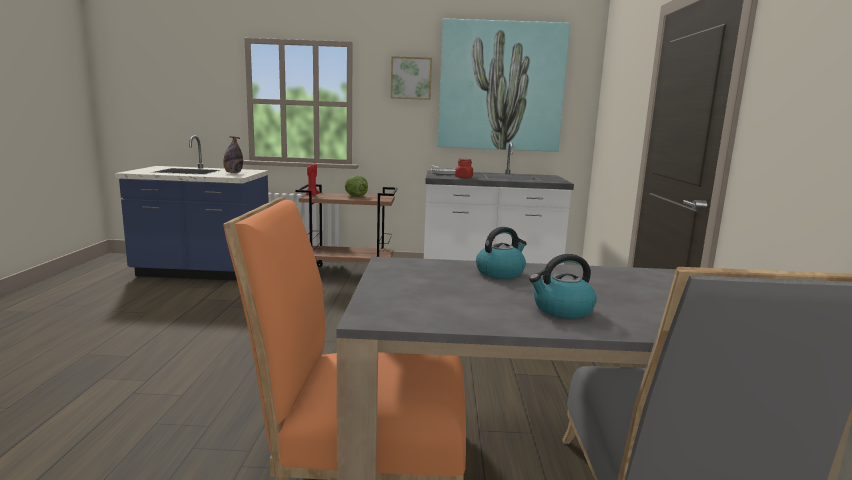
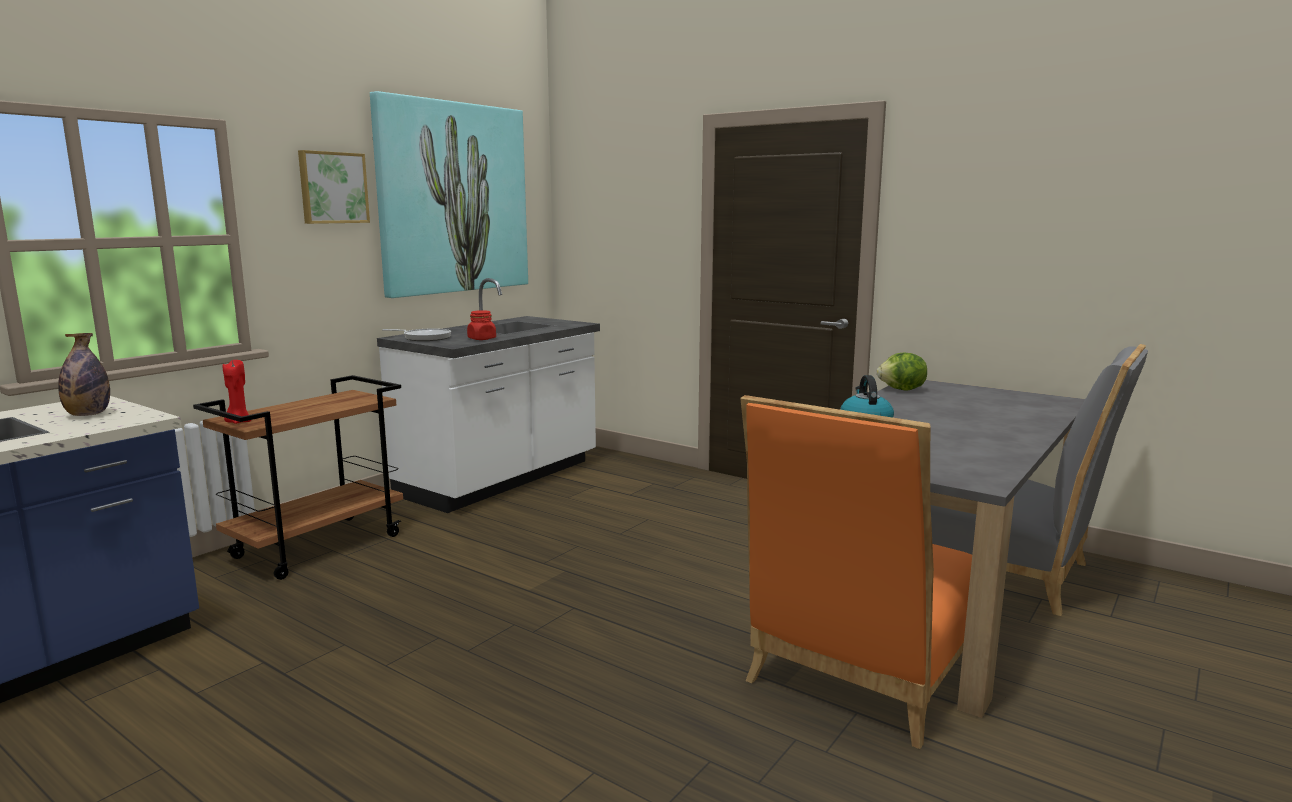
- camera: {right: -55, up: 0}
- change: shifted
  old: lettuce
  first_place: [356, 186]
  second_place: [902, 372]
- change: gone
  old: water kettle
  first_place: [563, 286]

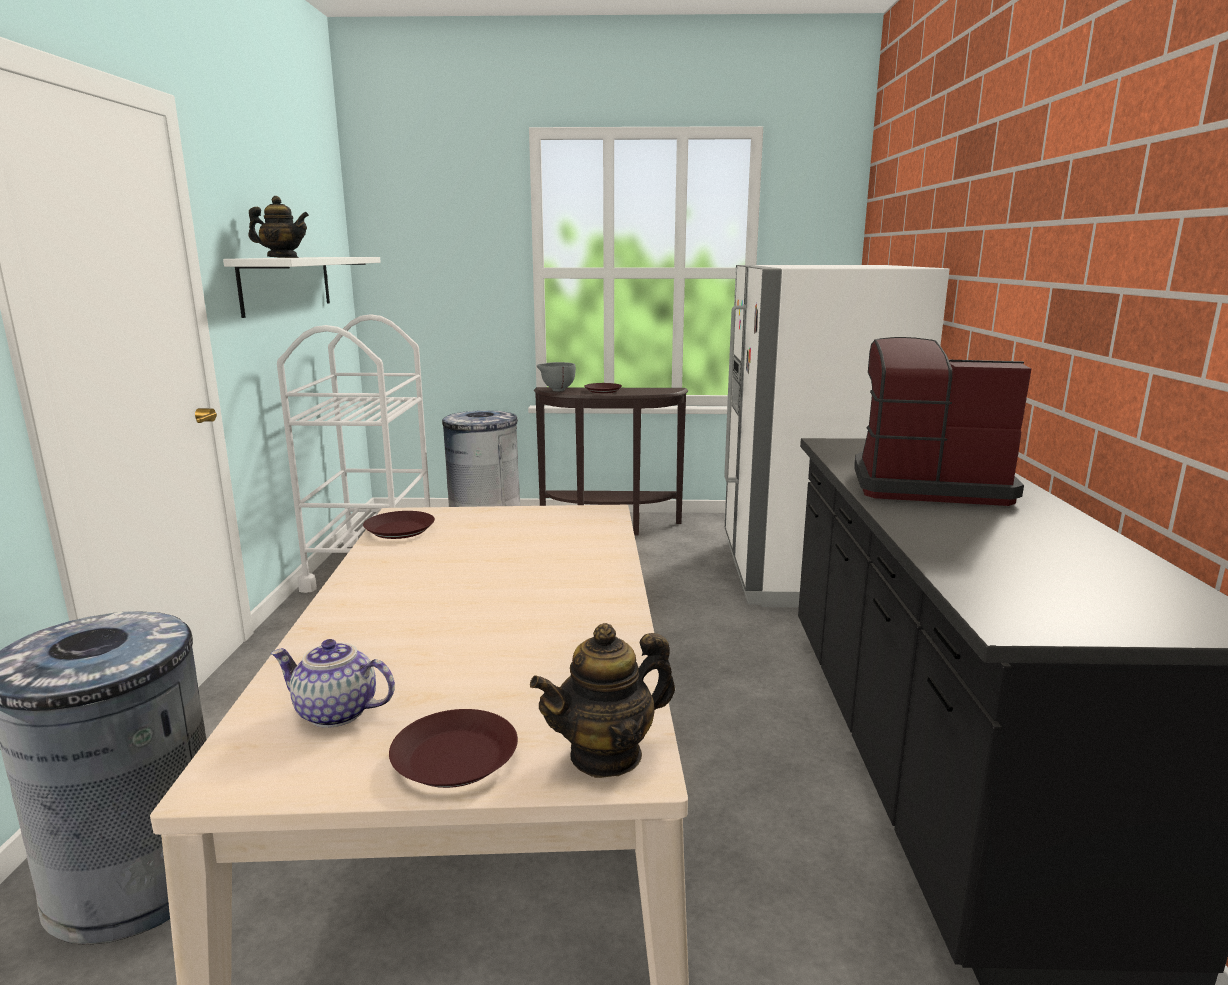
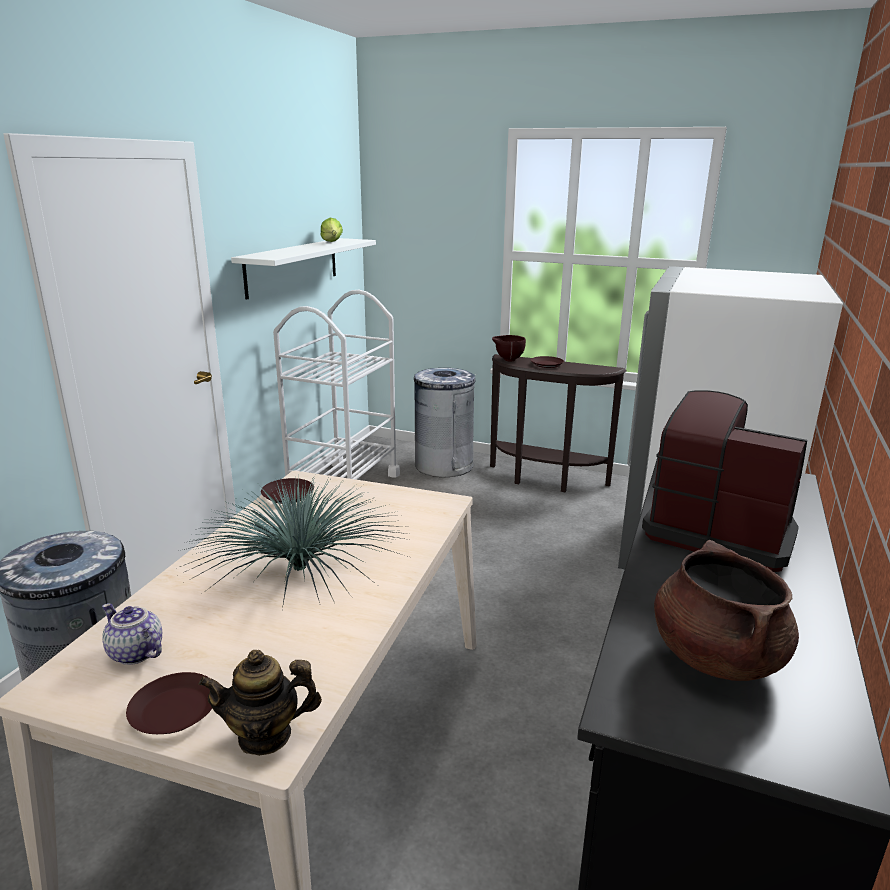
- camera: {right: 20, up: 5}
- change: new
  new: plant in a pot
  second_place: [296, 543]
- change: new
  new: lettuce
  second_place: [331, 230]
- change: repainted
  old: gray serving bowl
  new: brownish serving bowl
  first_place: [556, 376]
  second_place: [509, 348]
- change: new
  new: brownish stockpot
  second_place: [726, 610]
- change: gone
  old: teapot
  first_place: [278, 227]

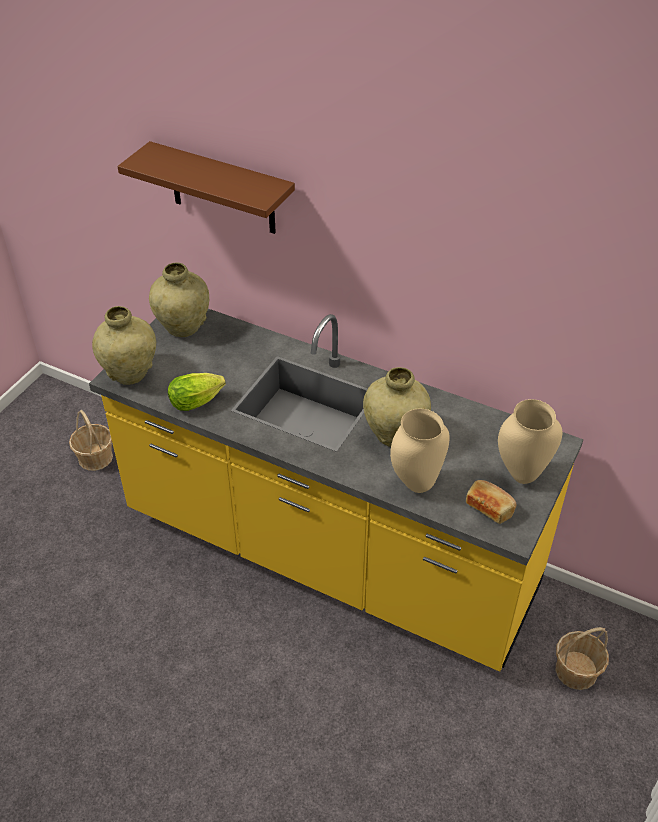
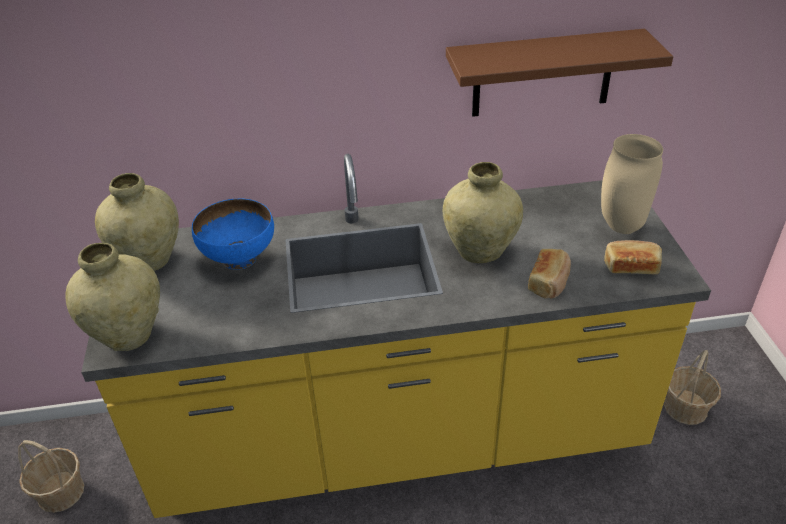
- camera: {right: -35, up: -5}
- change: new
  new: blue-coloured serving bowl
  second_place: [233, 234]
- change: shifted
  old: brownish shelf
  first_place: [206, 187]
  second_place: [559, 73]
- change: swapped
  old: beige flower vase
  new: bread
  first_place: [420, 451]
  second_place: [549, 274]
- change: gone
  old: lettuce
  first_place: [197, 392]

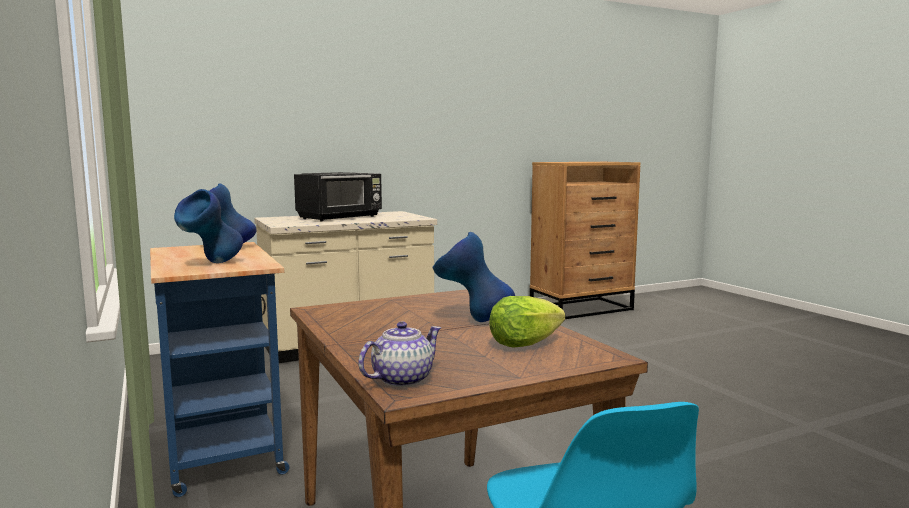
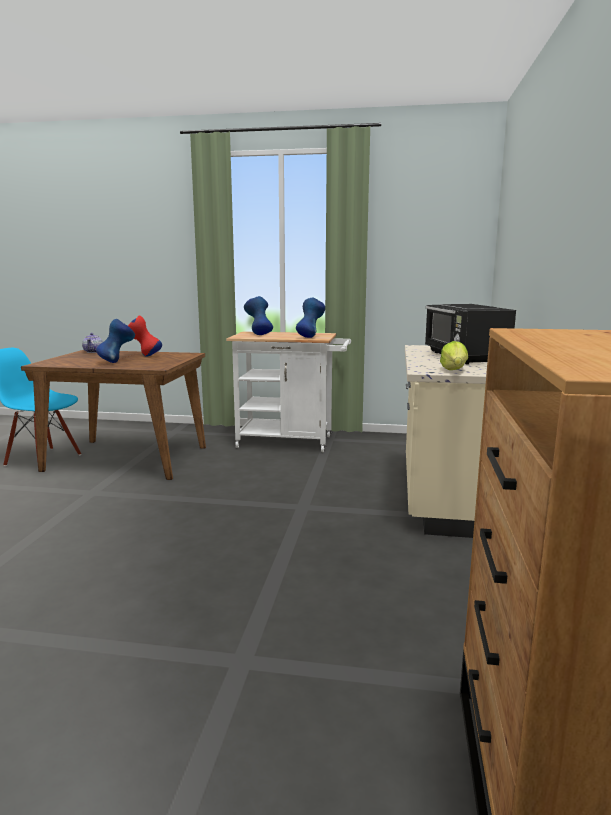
- camera: {right: 125, up: 5}
- change: new
  new: reddish flower vase
  second_place: [145, 336]
- change: repainted
  old: blue-coloured trolley
  new: white-coloured trolley
  first_place: [219, 369]
  second_place: [288, 391]
- change: shifted
  old: lettuce
  first_place: [527, 322]
  second_place: [454, 355]

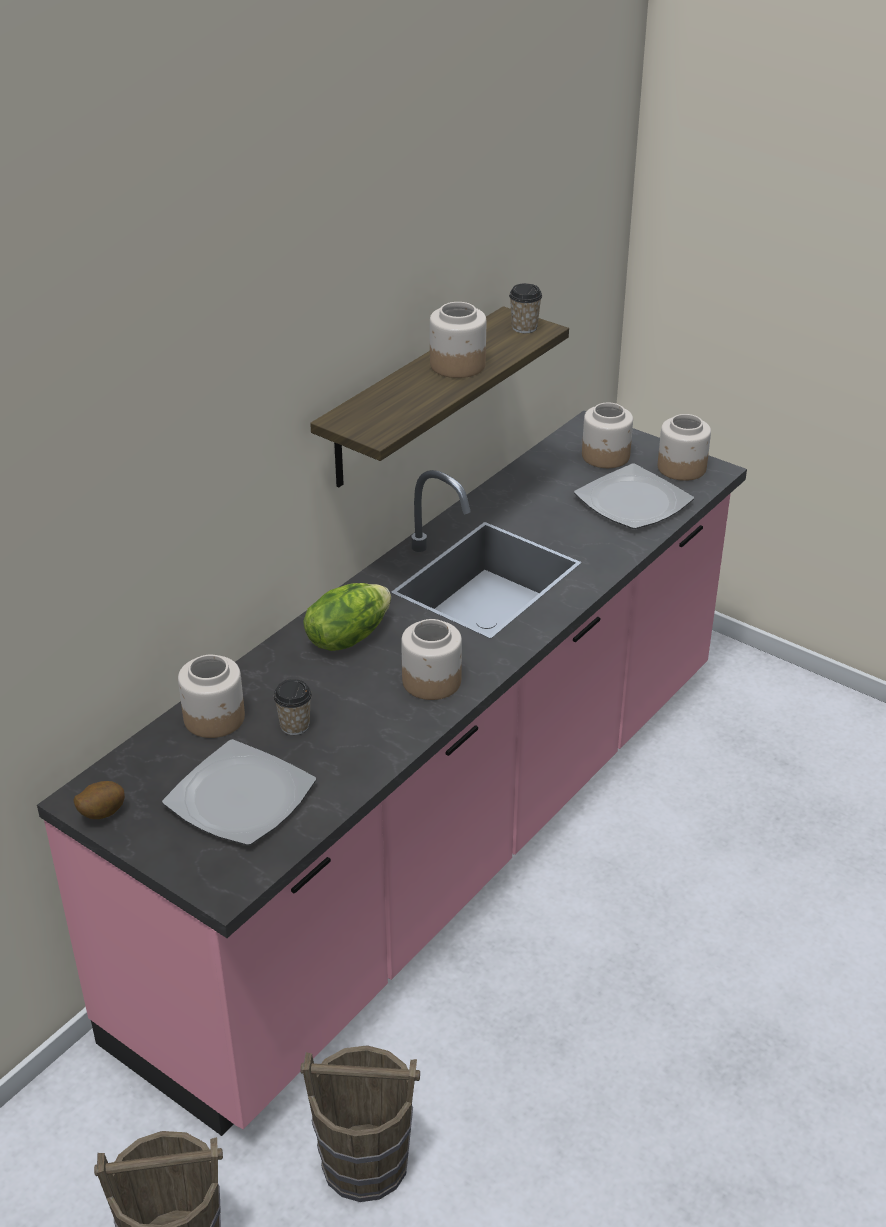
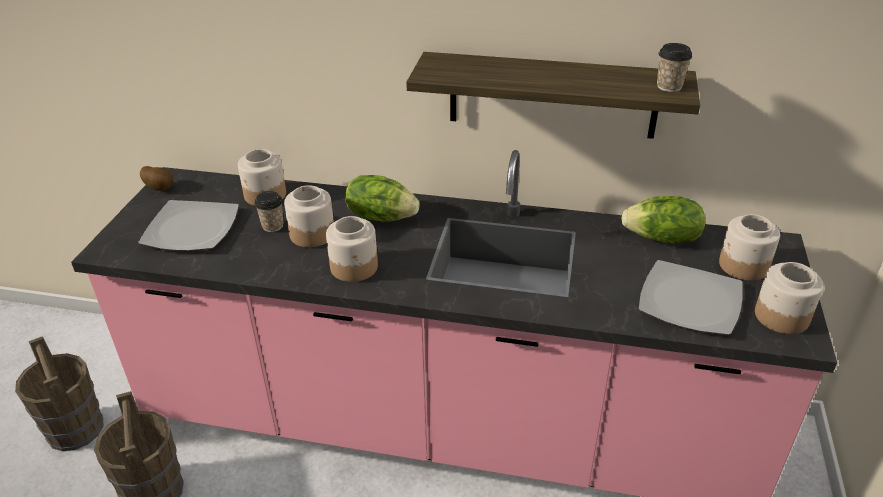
- camera: {right: 65, up: 0}
- change: shifted
  old: jar
  first_place: [458, 340]
  second_place: [309, 216]
- change: new
  new: lettuce
  second_place: [663, 219]

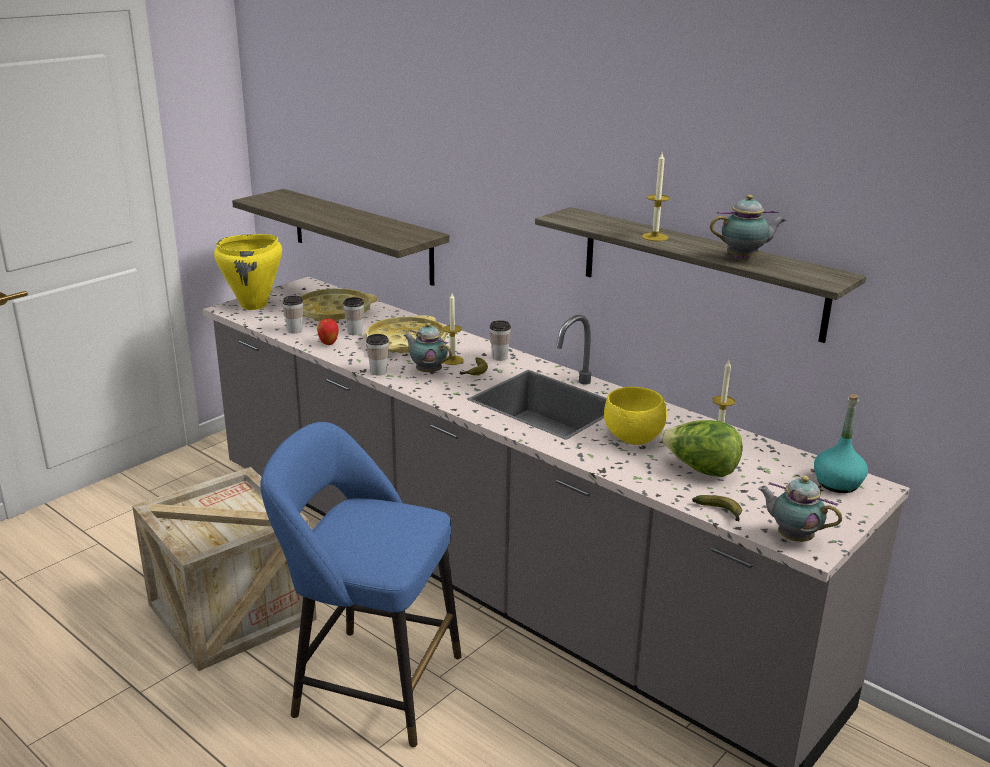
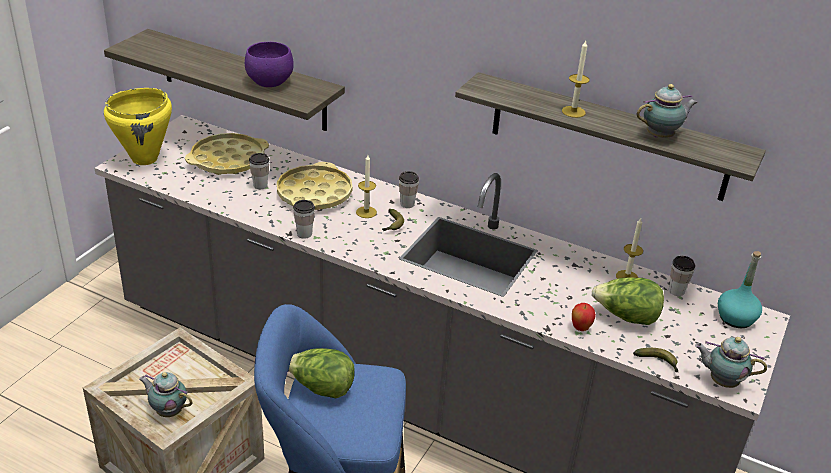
- camera: {right: -15, up: 10}
- change: shifted
  old: teapot
  first_place: [428, 348]
  second_place: [166, 394]
- change: new
  new: purple-coloured serving bowl
  second_place: [269, 64]
- change: new
  new: lettuce
  second_place: [322, 373]
- change: shifted
  old: whole apple
  first_place: [327, 331]
  second_place: [584, 317]
- change: shifted
  old: cup
  first_place: [292, 314]
  second_place: [682, 276]
- change: gone
  old: yellow-coloured serving bowl
  first_place: [635, 416]

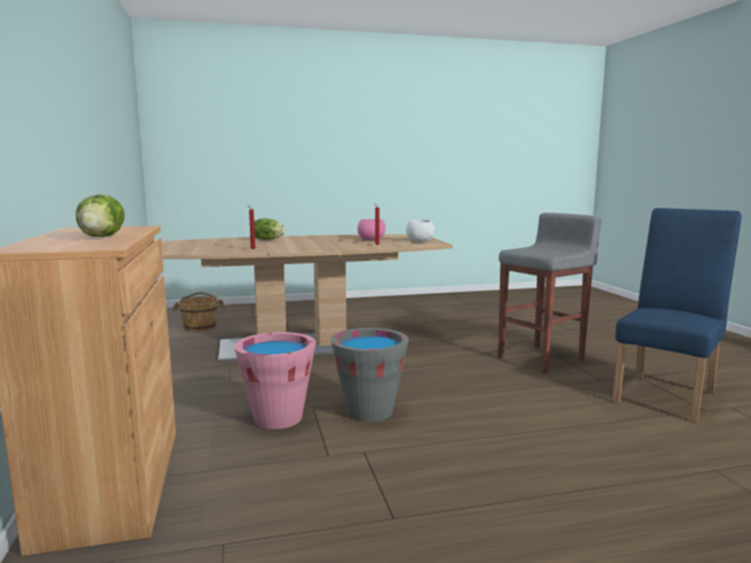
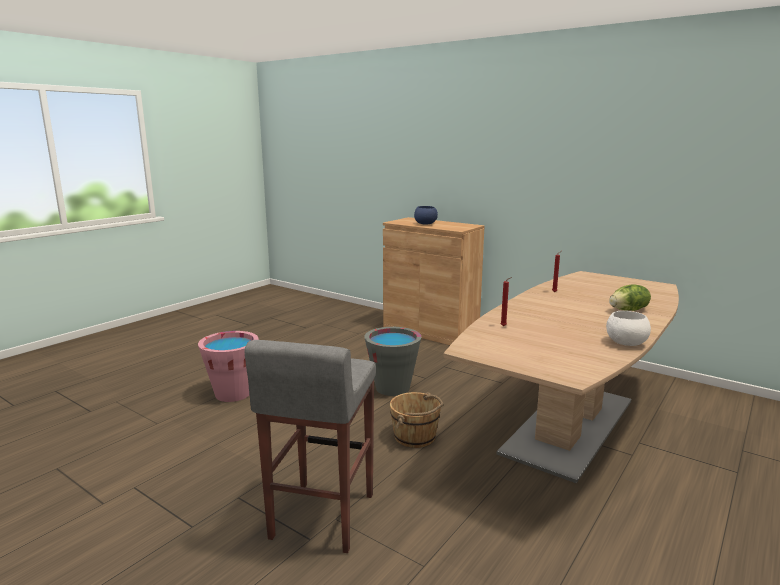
- camera: {right: 140, up: 5}
- change: shifted
  old: pink-coloured pail
  first_place: [275, 380]
  second_place: [228, 366]
- change: shifted
  old: brownish pail
  first_place: [199, 311]
  second_place: [416, 420]
- change: swapped
  old: lettuce
  new: blue-coloured serving bowl
  first_place: [100, 215]
  second_place: [426, 215]
- change: shifted
  old: white-coloured serving bowl
  first_place: [420, 231]
  second_place: [628, 328]
- change: gone
  old: pink-coloured serving bowl
  first_place: [371, 229]
- change: gone
  old: blue-coloured chair
  first_place: [676, 315]

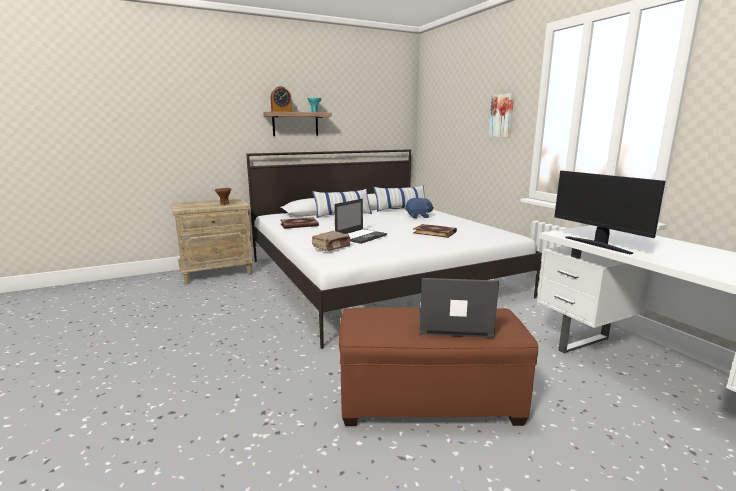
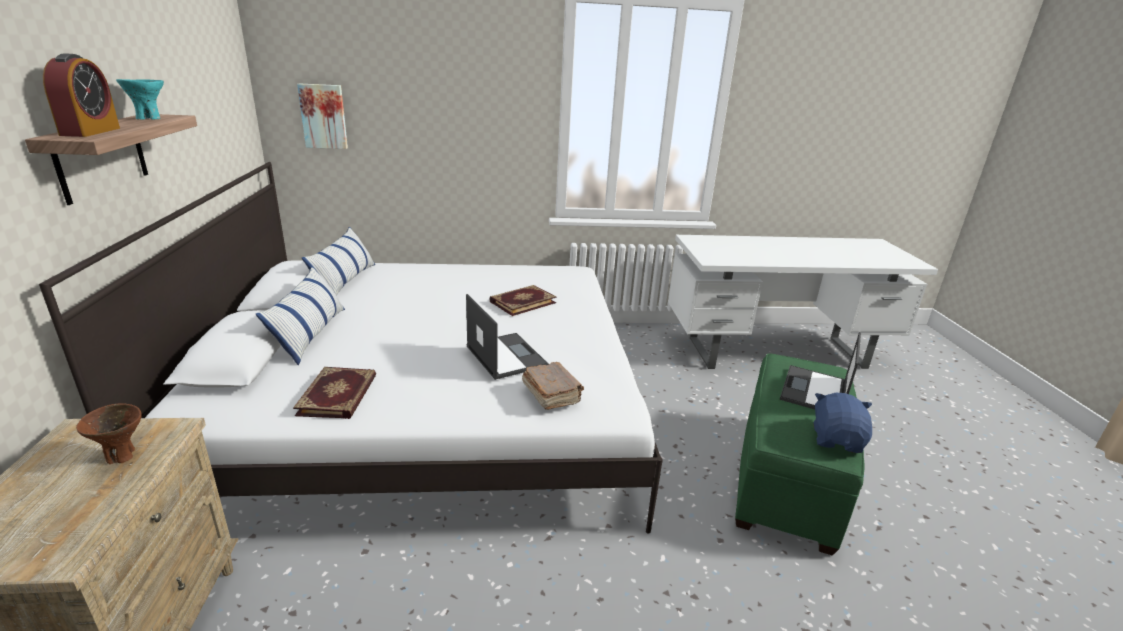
- camera: {right: -70, up: 10}
- change: shifted
  old: wall art
  first_place: [501, 115]
  second_place: [322, 116]
- change: repainted
  old: brownish footrest
  new: green-coloured footrest
  first_place: [438, 366]
  second_place: [800, 454]
- change: shifted
  old: blue-coloured cuddly toy
  first_place: [420, 208]
  second_place: [842, 423]
- change: gone
  old: computer screen
  first_place: [609, 212]

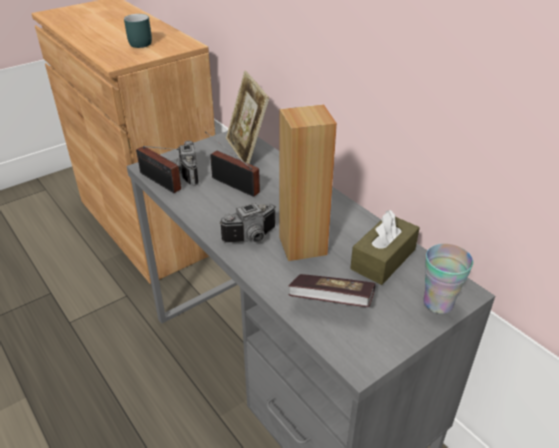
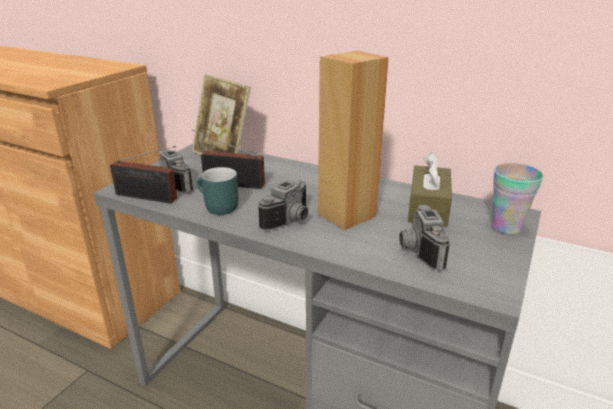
- camera: {right: -25, up: -10}
- change: shifted
  old: blue-green tea mug
  first_place: [138, 31]
  second_place: [218, 191]
- change: swapped
  old: book
  new: still camera
  first_place: [332, 290]
  second_place: [424, 238]

